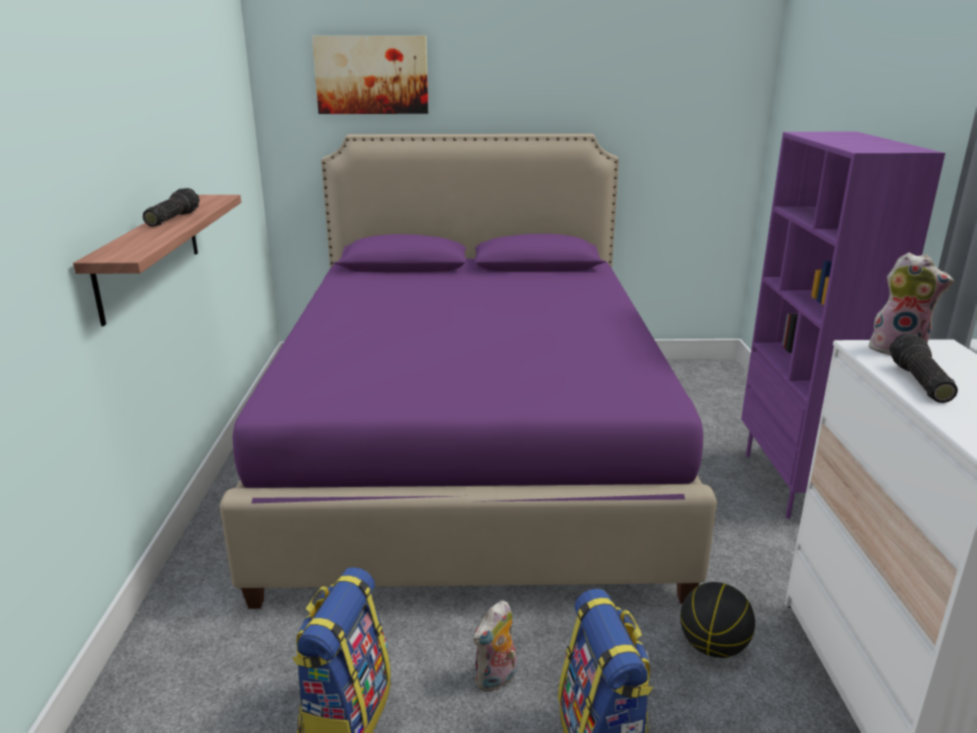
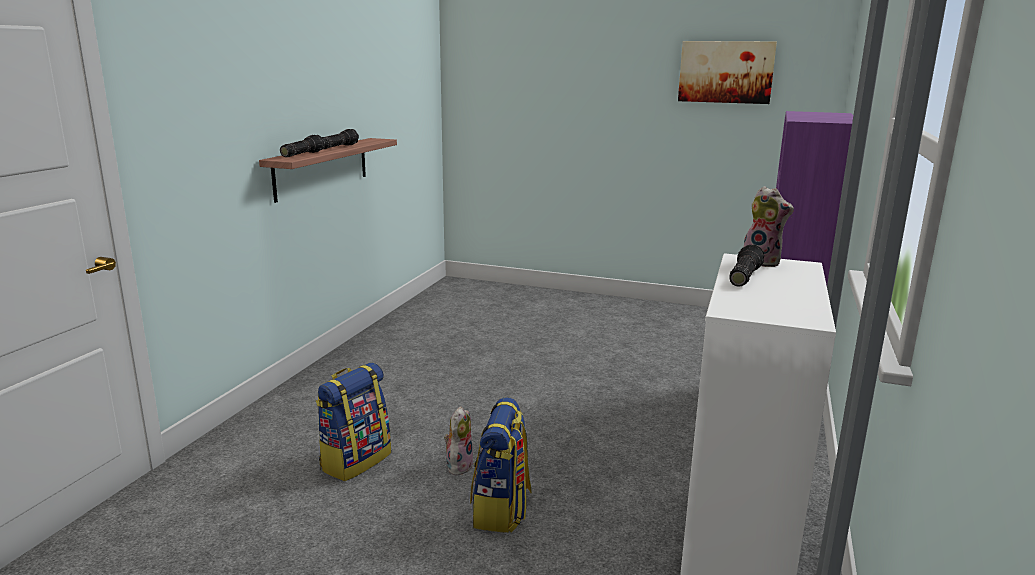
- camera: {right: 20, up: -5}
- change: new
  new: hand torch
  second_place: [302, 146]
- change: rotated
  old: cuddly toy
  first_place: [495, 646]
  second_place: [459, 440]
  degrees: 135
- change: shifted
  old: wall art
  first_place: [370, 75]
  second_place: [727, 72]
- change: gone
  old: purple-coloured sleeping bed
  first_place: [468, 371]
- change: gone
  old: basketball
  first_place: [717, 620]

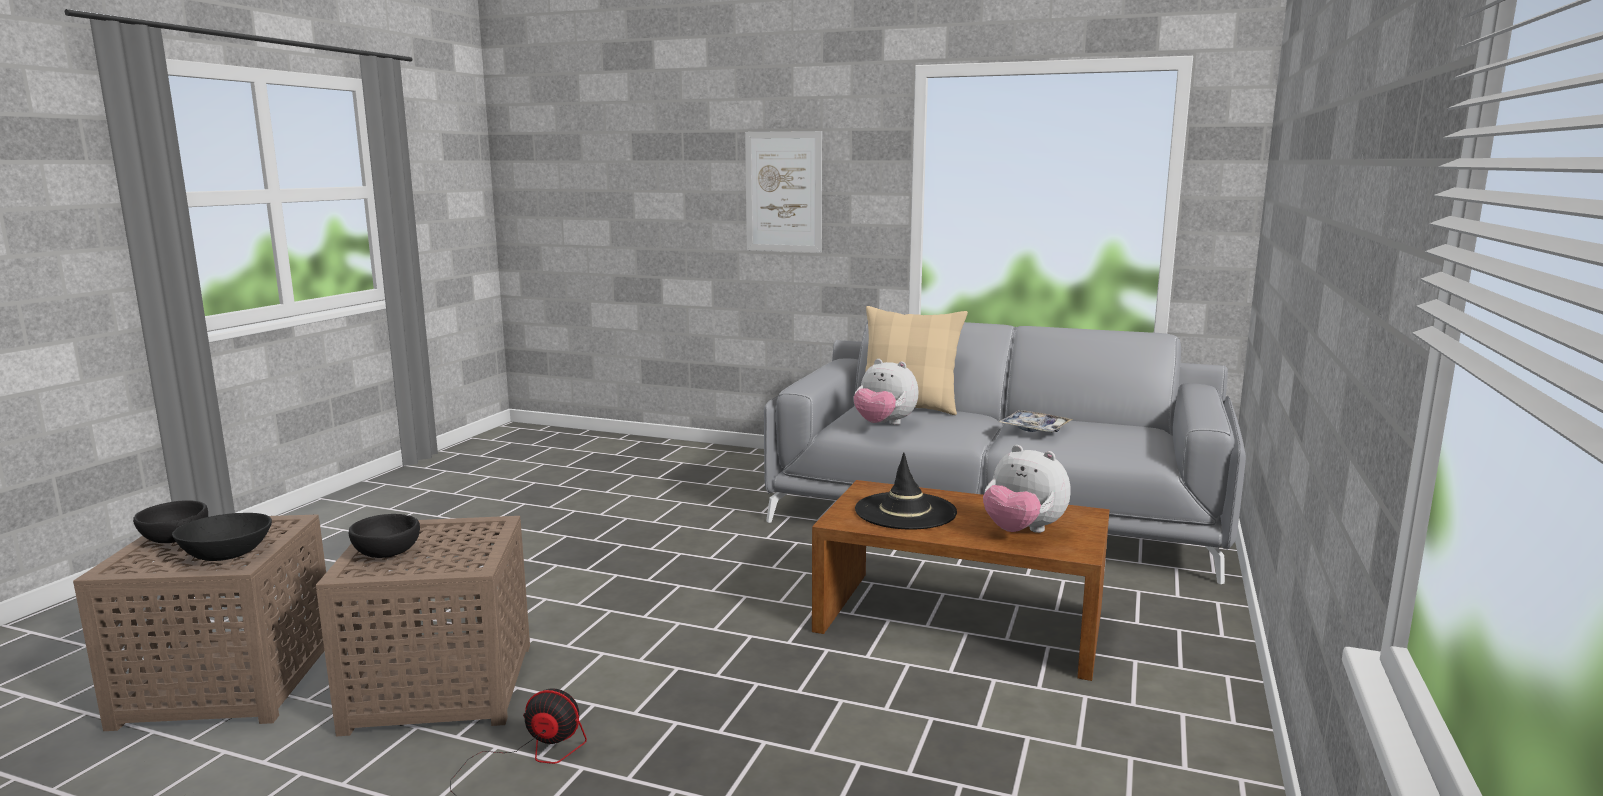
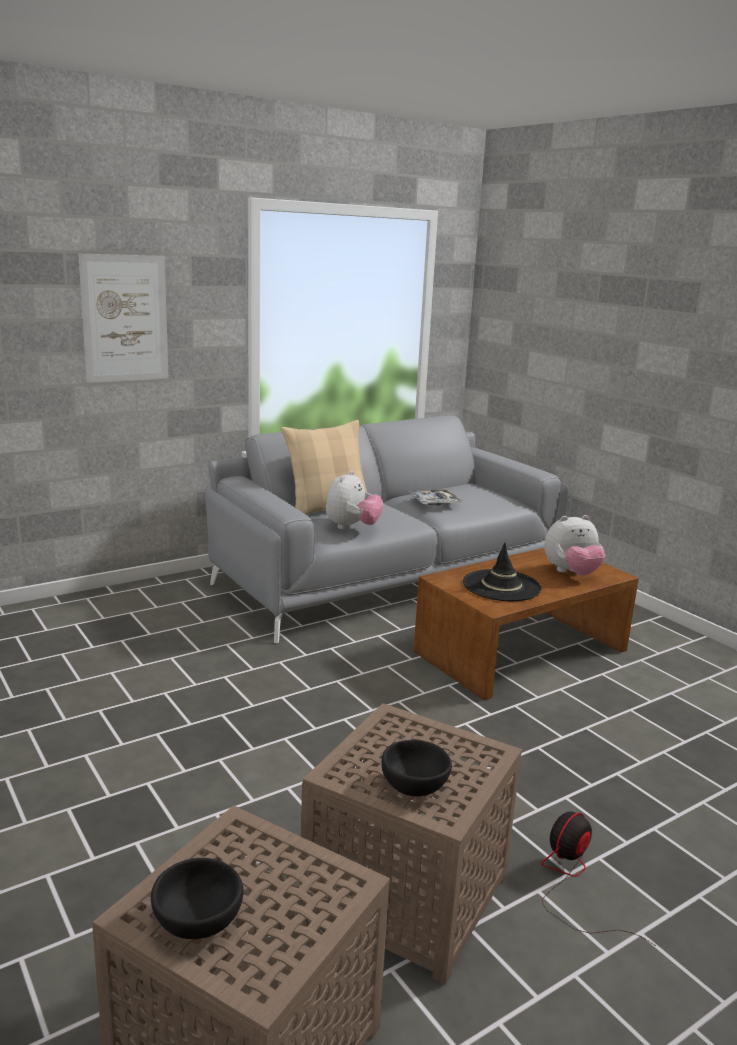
- camera: {right: -55, up: 5}
- change: rotated
  old: cuddly toy
  first_place: [886, 392]
  second_place: [354, 500]
  degrees: -45
- change: gone
  old: blackish serving bowl
  first_place: [222, 537]

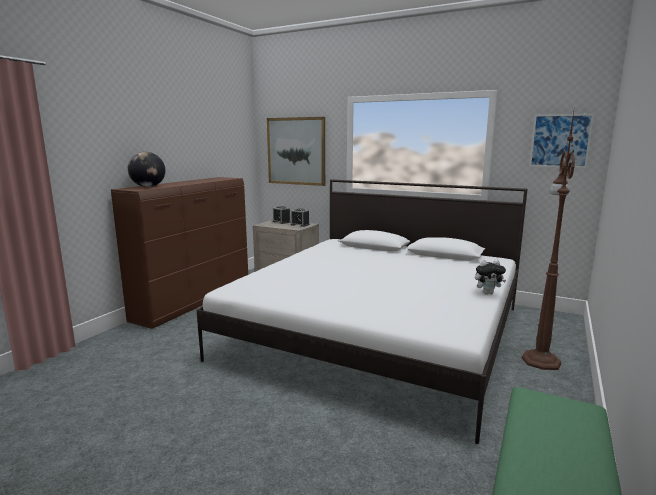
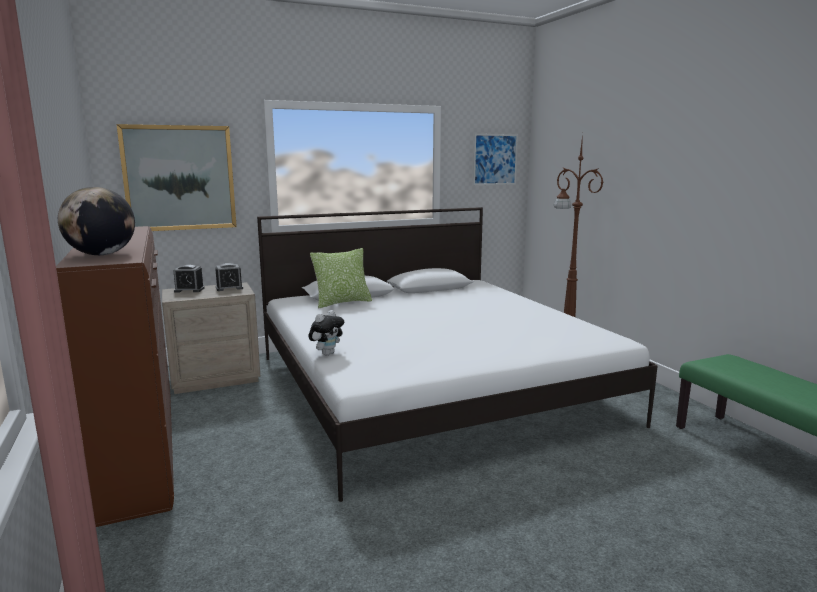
- camera: {right: -50, up: 0}
- change: shifted
  old: cuddly toy
  first_place: [490, 277]
  second_place: [326, 333]
- change: new
  new: pillow
  second_place: [341, 278]

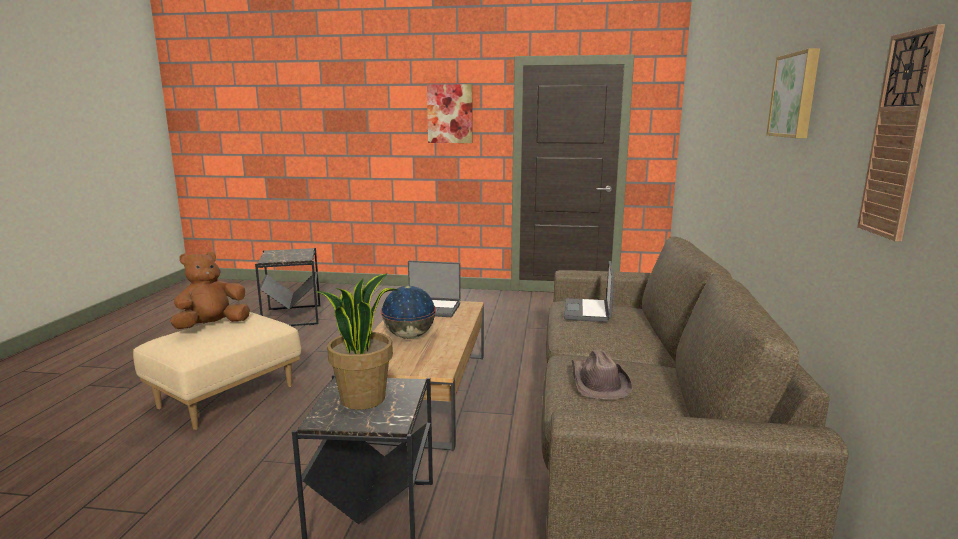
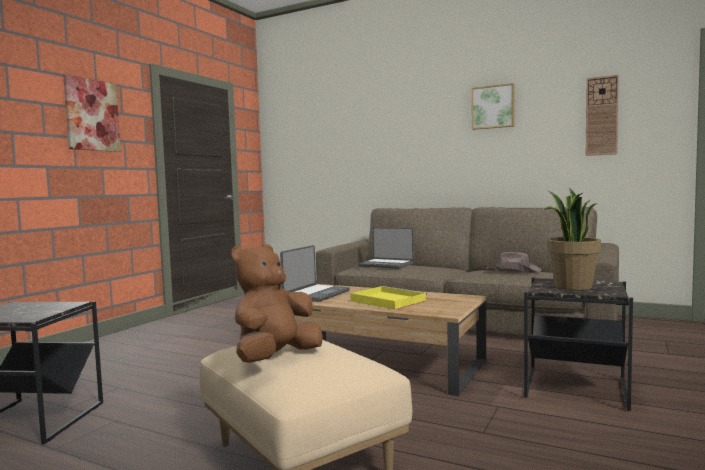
- camera: {right: -70, up: -10}
- change: rotated
  old: brownish cuddly toy
  first_place: [210, 290]
  second_place: [277, 303]
  degrees: 60
- change: swapped
  old: desk globe
  new: yellow-coloured carrying tray
  first_place: [408, 312]
  second_place: [389, 298]

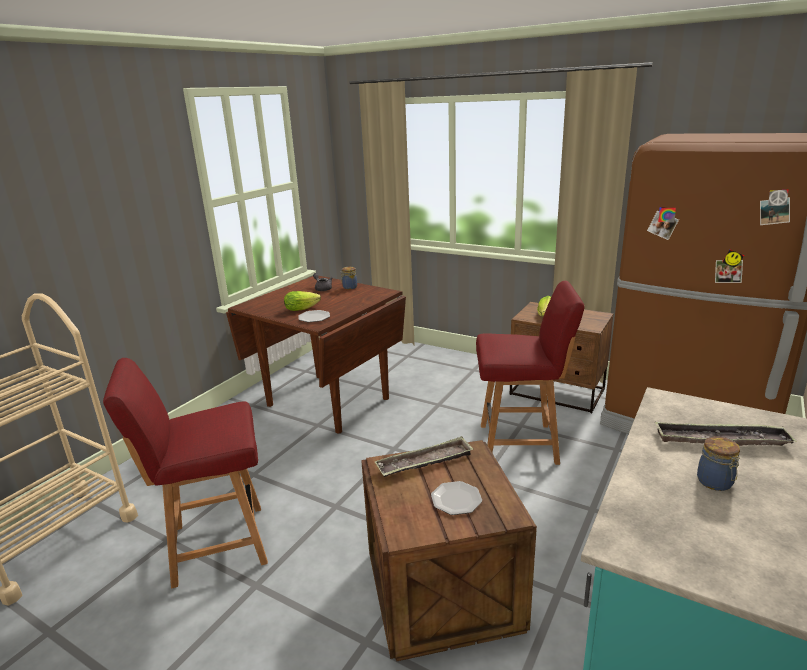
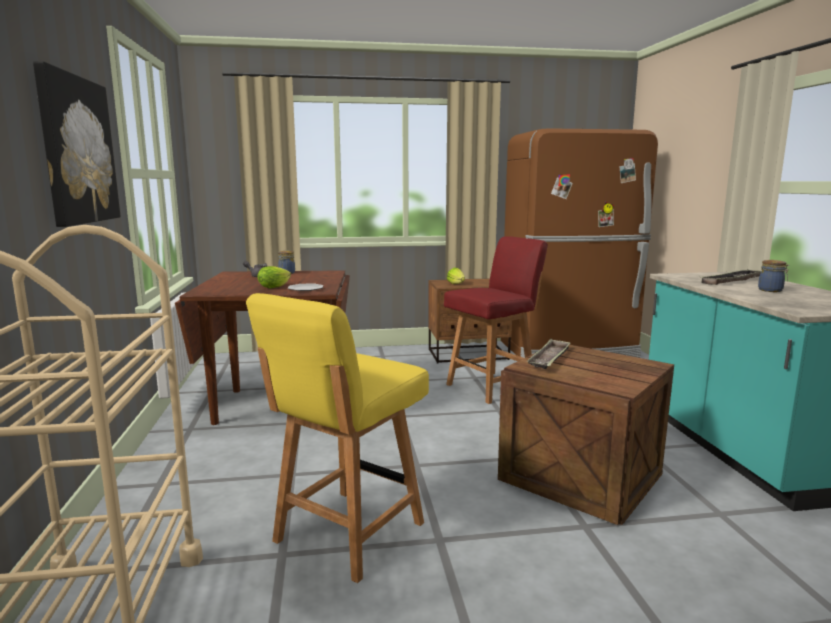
- camera: {right: -40, up: -10}
- change: new
  new: wall art
  second_place: [77, 144]
- change: repainted
  old: reddish chair
  new: yellow-coloured chair
  first_place: [185, 473]
  second_place: [337, 438]
- change: gone
  old: plate
  first_place: [456, 498]

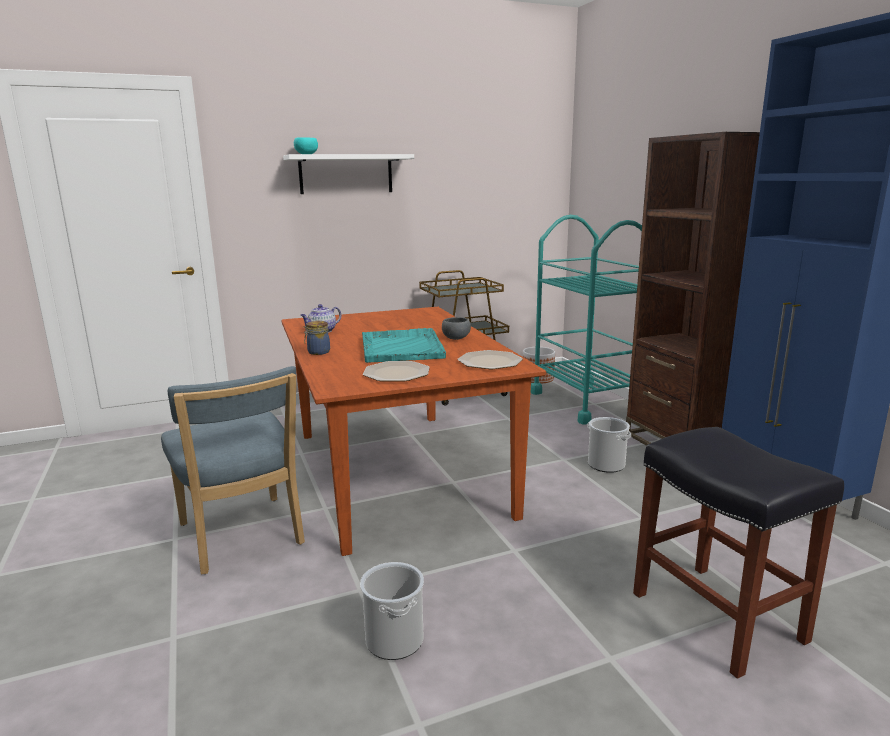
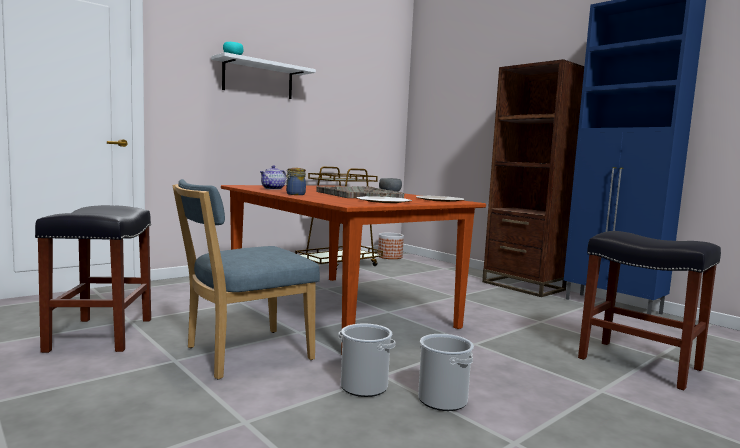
- camera: {right: -20, up: -10}
- change: new
  new: blackish stool
  second_place: [93, 279]
- change: rotated
  old: blue-coloured chair
  first_place: [233, 470]
  second_place: [246, 279]
  degrees: 105
- change: repainted
  old: blue-green carrying tray
  new: gray carrying tray
  first_place: [404, 345]
  second_place: [360, 192]
- change: shifted
  old: pail
  first_place: [609, 445]
  second_place: [366, 360]
- change: gone
  old: blue-green trolley
  first_place: [586, 319]

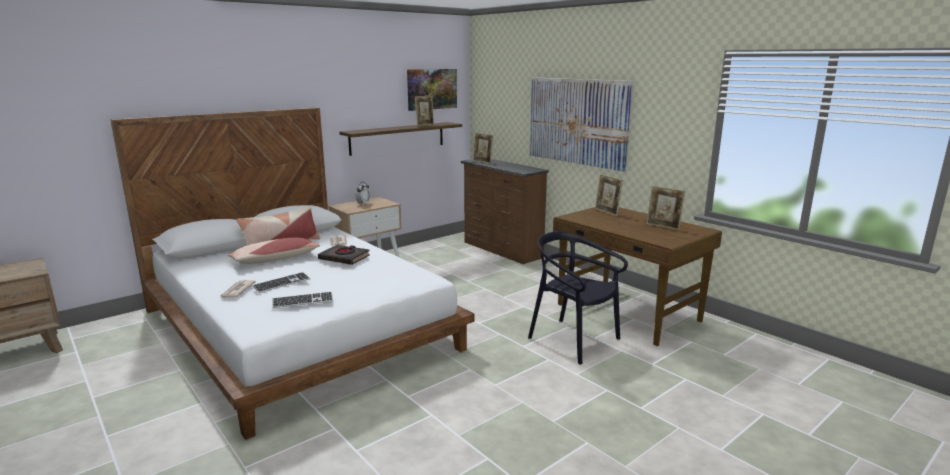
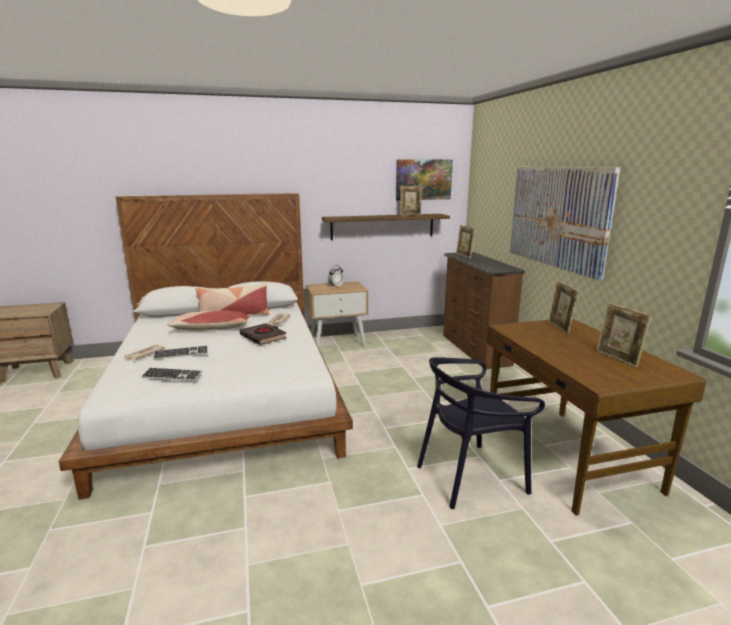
- camera: {right: 25, up: 0}
- change: rotated
  old: blackish chair
  first_place: [578, 297]
  second_place: [481, 433]
  degrees: -90

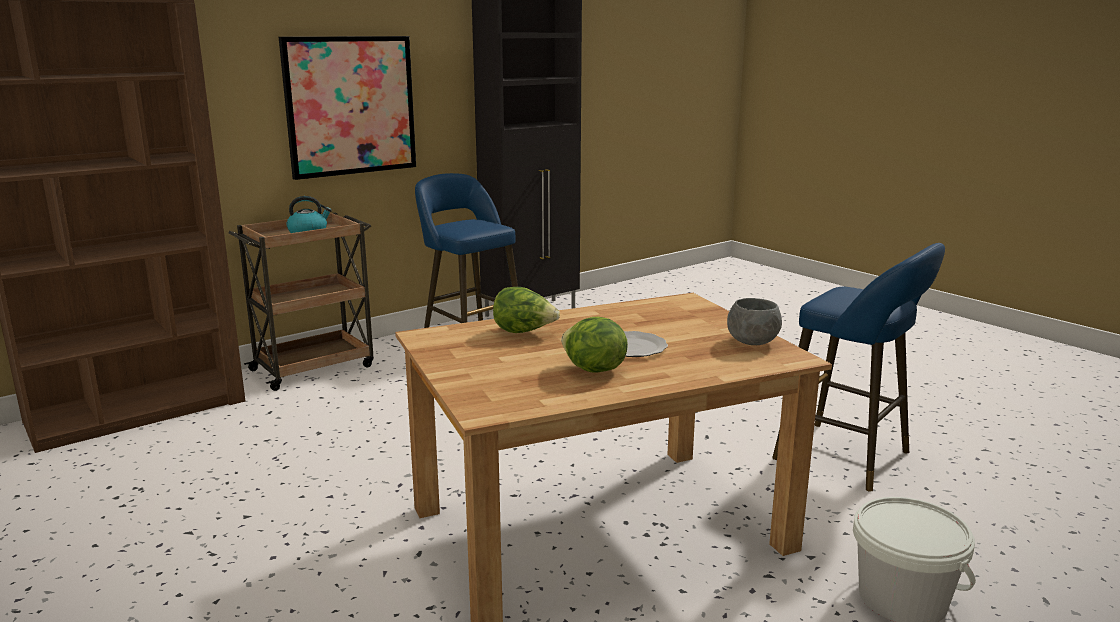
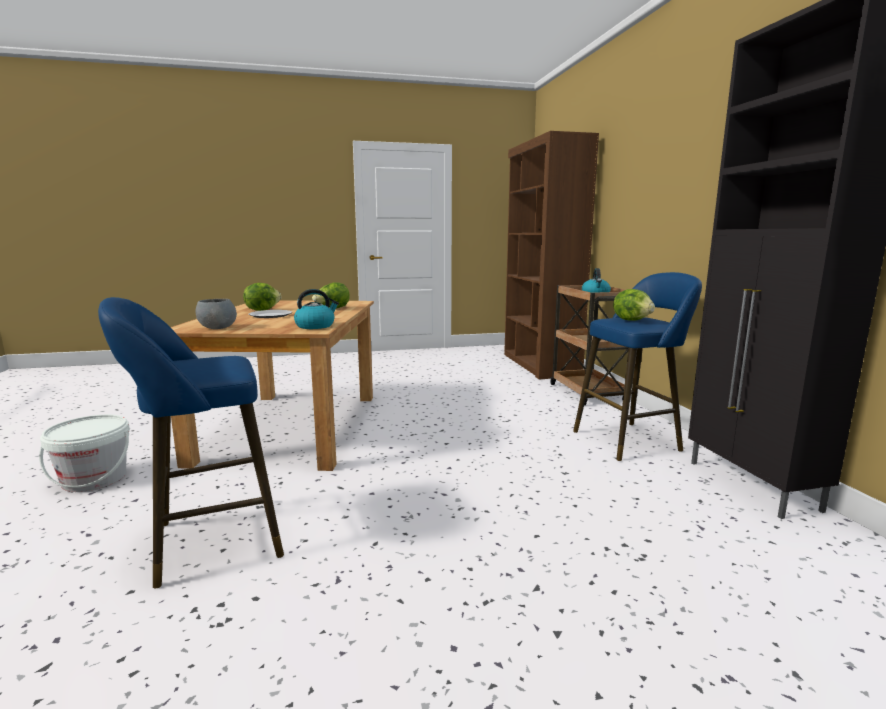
- camera: {right: 115, up: -5}
- change: new
  new: water kettle
  second_place: [316, 309]
- change: new
  new: lettuce
  second_place: [634, 305]
- change: gone
  old: wall art
  first_place: [347, 108]

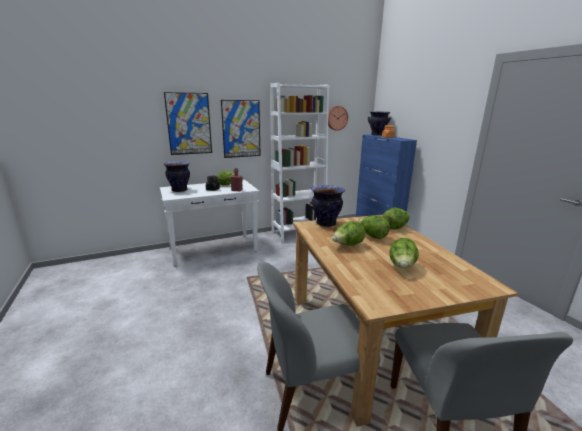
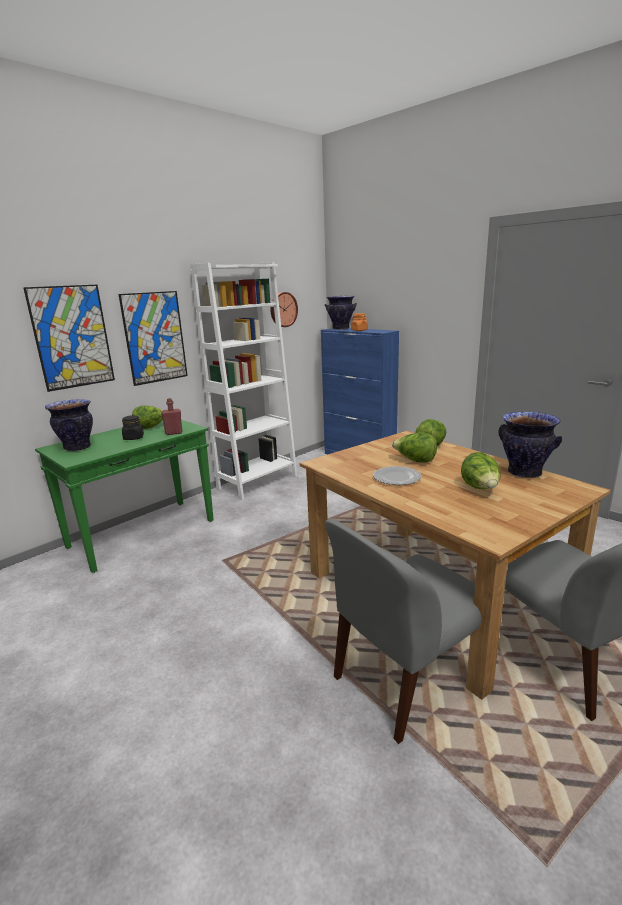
- camera: {right: -20, up: 0}
- change: repainted
  old: white-coloured narrow table
  new: green-coloured narrow table
  first_place: [209, 223]
  second_place: [124, 496]
- change: swapped
  old: lettuce
  new: plate
  first_place: [348, 233]
  second_place: [397, 475]
- change: shifted
  old: flower vase
  first_place: [328, 206]
  second_place: [530, 445]

